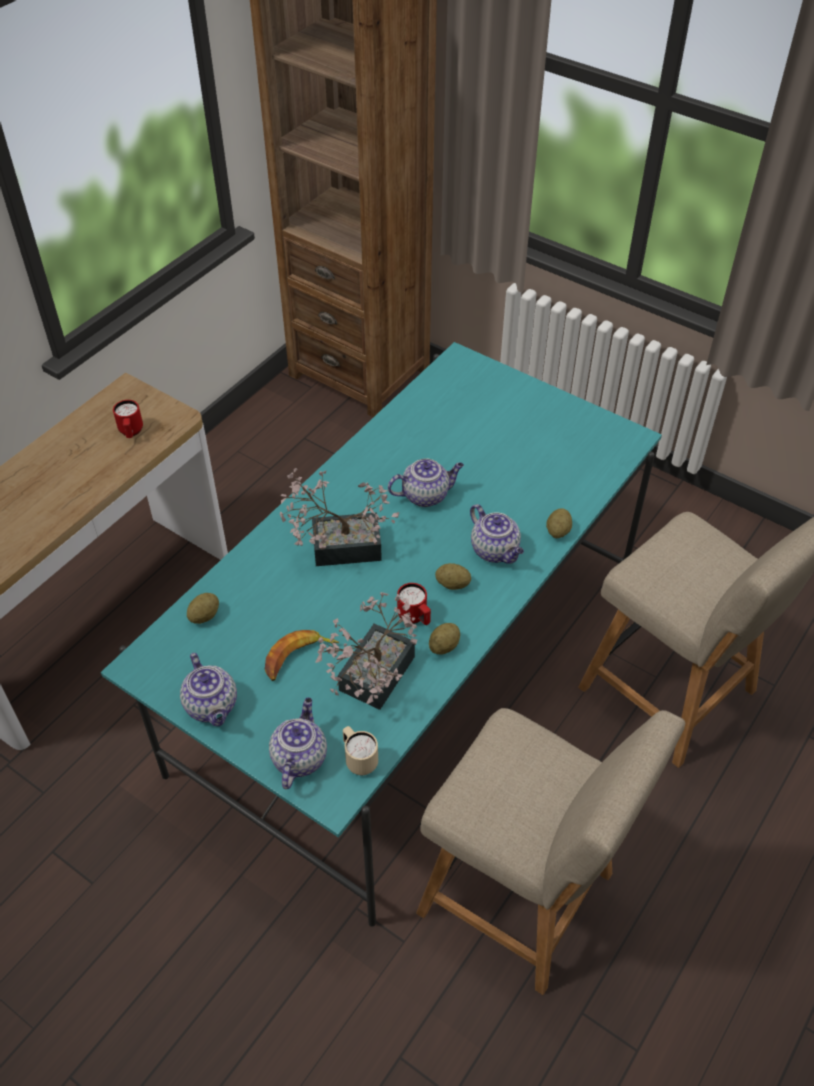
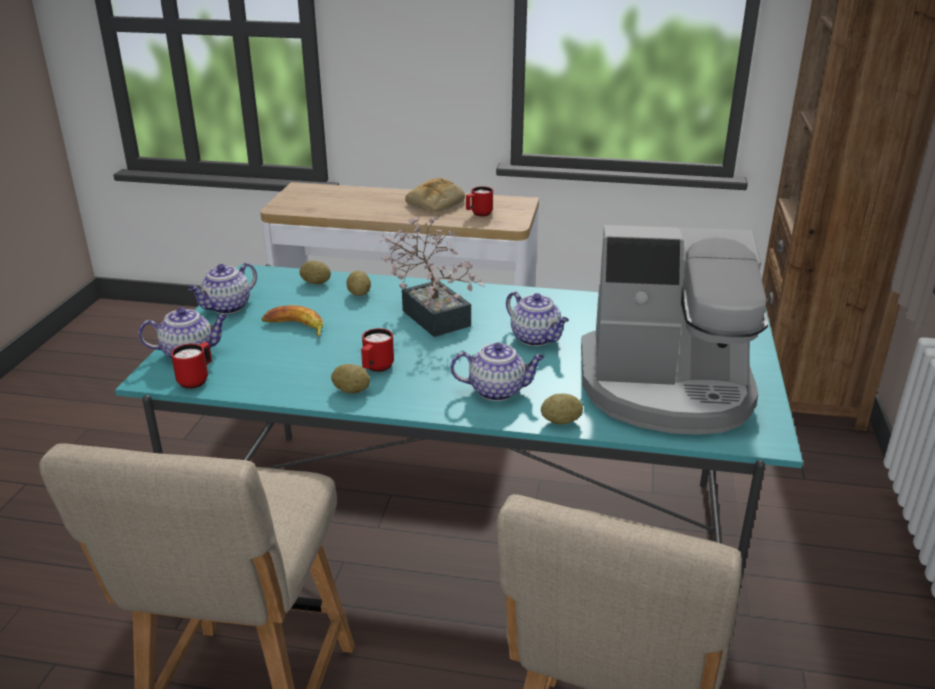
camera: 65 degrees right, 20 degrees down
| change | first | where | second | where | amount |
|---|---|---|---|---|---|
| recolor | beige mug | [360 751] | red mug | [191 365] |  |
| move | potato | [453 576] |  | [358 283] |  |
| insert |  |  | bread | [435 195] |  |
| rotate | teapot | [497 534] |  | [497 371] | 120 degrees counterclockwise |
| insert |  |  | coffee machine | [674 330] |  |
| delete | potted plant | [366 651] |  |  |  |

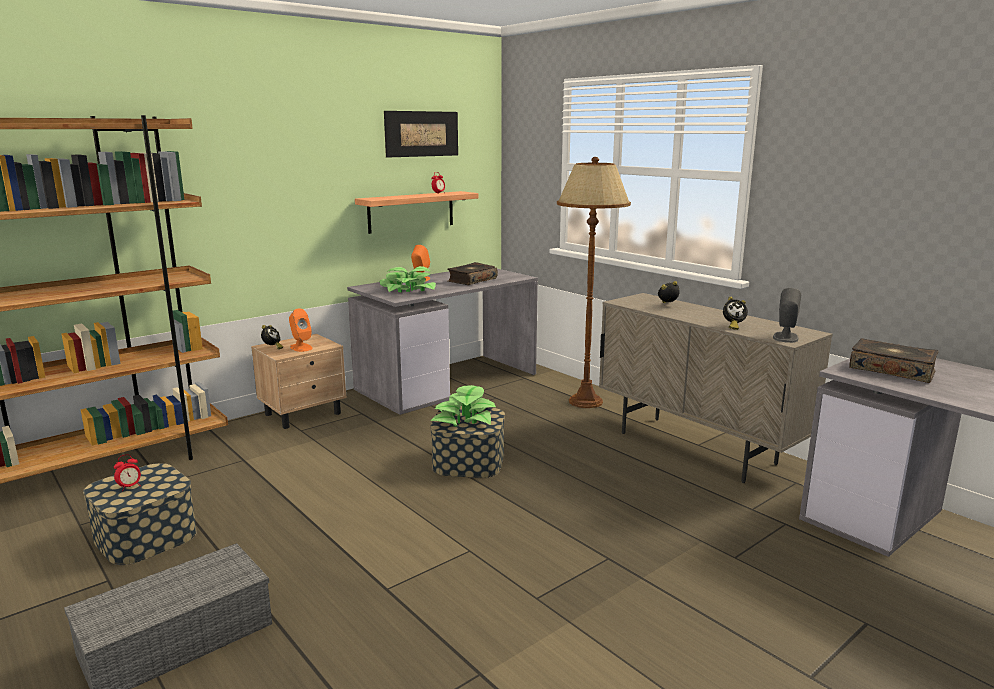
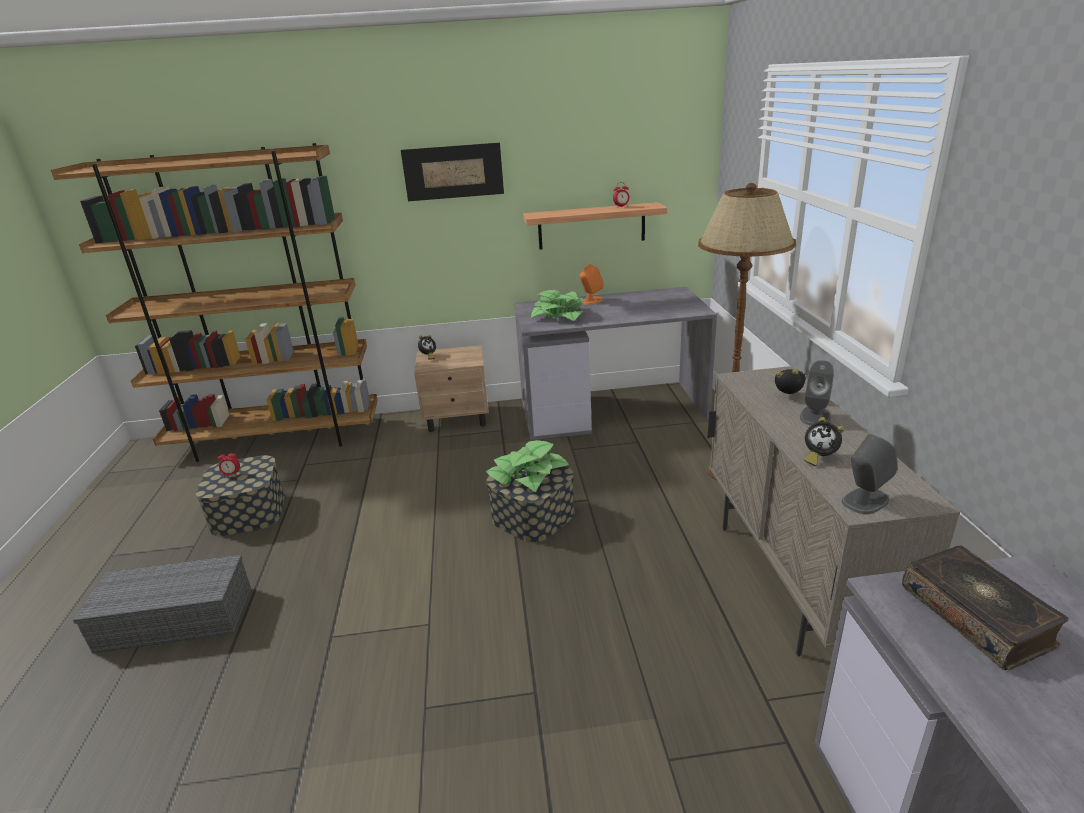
camera: 35 degrees right, 10 degrees up
| change | first | where | second | where | amount |
|---|---|---|---|---|---|
| move | picture | [421 134] |  | [452 172] |  |
| insert |  |  | grey speaker | [817 393] |  |
| delete | orange speaker | [301 330] |  |  |  |
| delete | book | [473 273] |  |  |  |

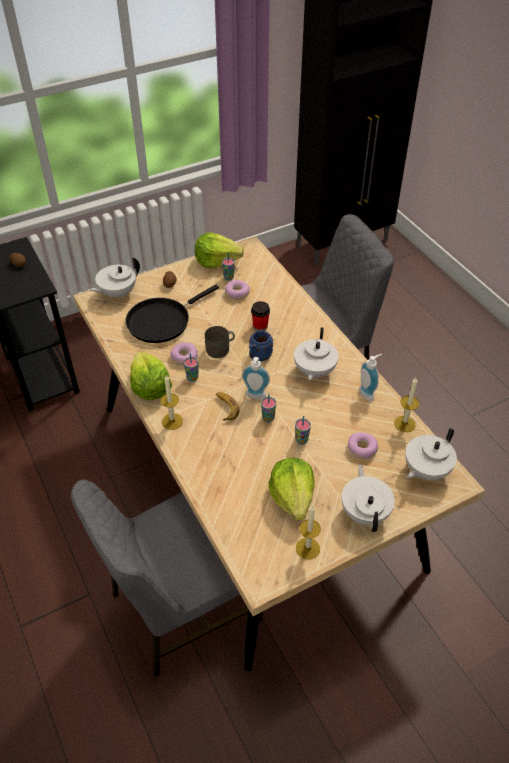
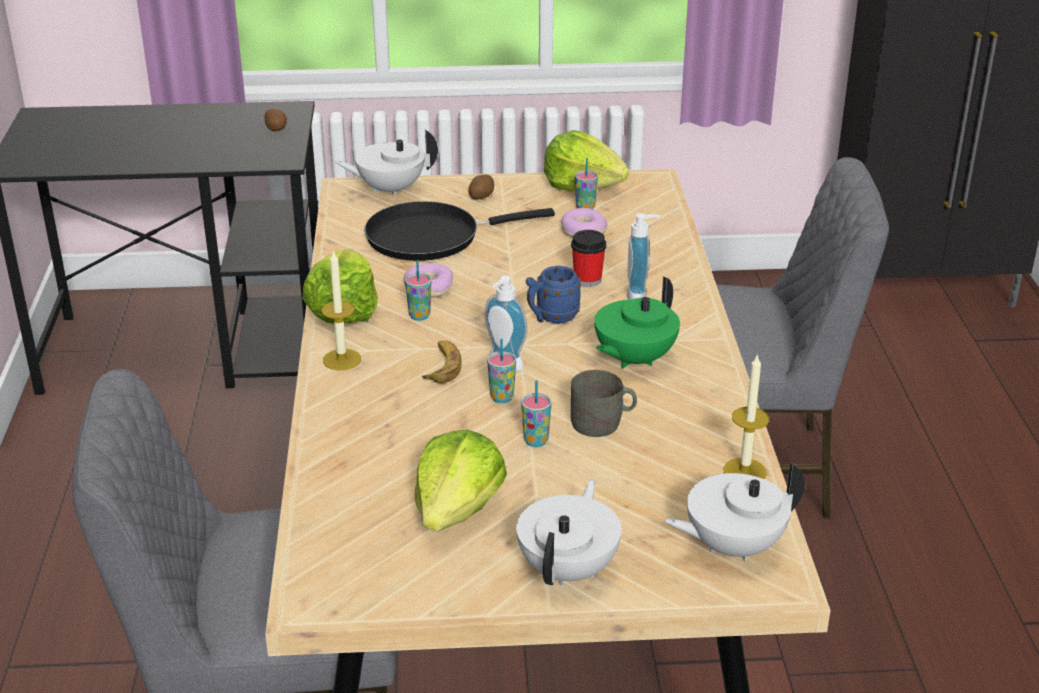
camera: 25 degrees right, 15 degrees down
| change | first | where | second | where | amount |
|---|---|---|---|---|---|
| move | grey mug | [220 342] |  | [604 403] |  |
| recolor | white teapot | [316 353] | green teapot | [637 323] |  |
| move | soap dispenser | [370 377] |  | [643 256] |  |
| delete | candle | [308 532] |  |  |  |
| delete | donut | [363 445] |  |  |  |

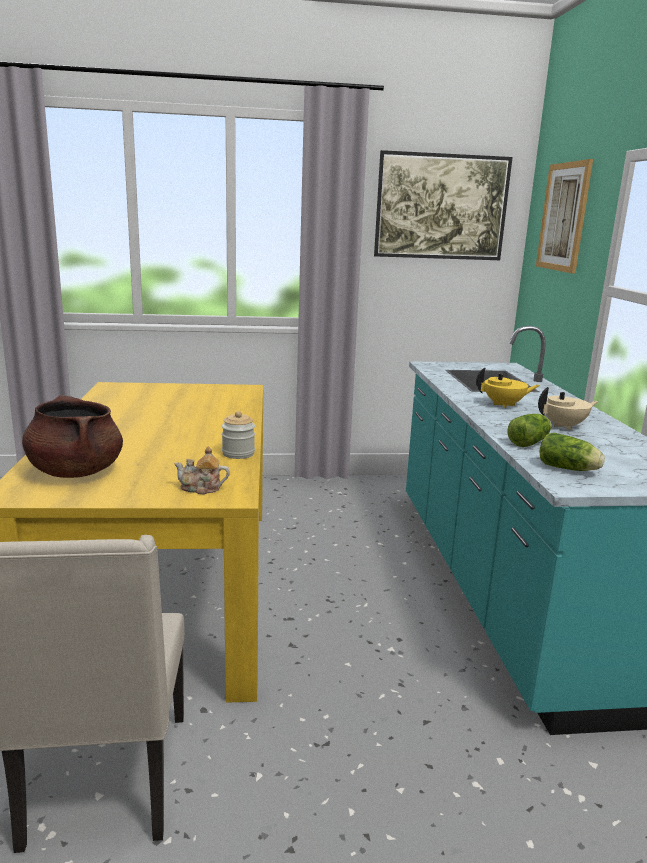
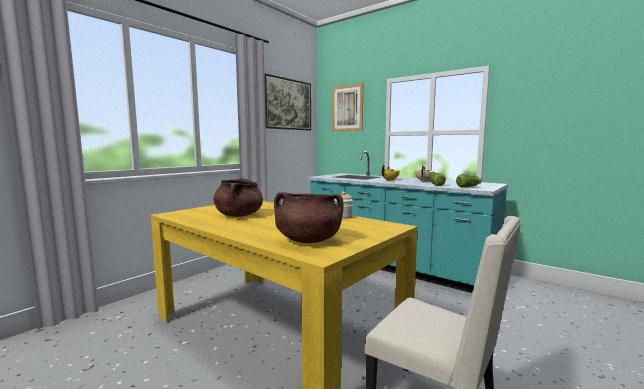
camera: 45 degrees left, 10 degrees down
| change | first | where | second | where | amount |
|---|---|---|---|---|---|
| insert |  |  | brown cooking pot | [238 197] |  |
| delete | teapot | [202 470] |  |  |  |

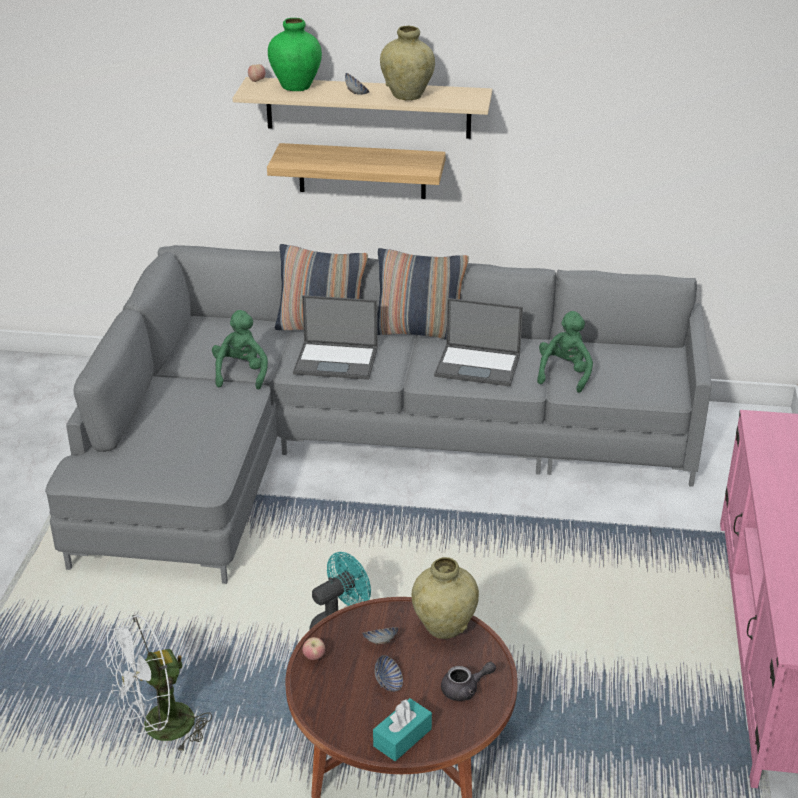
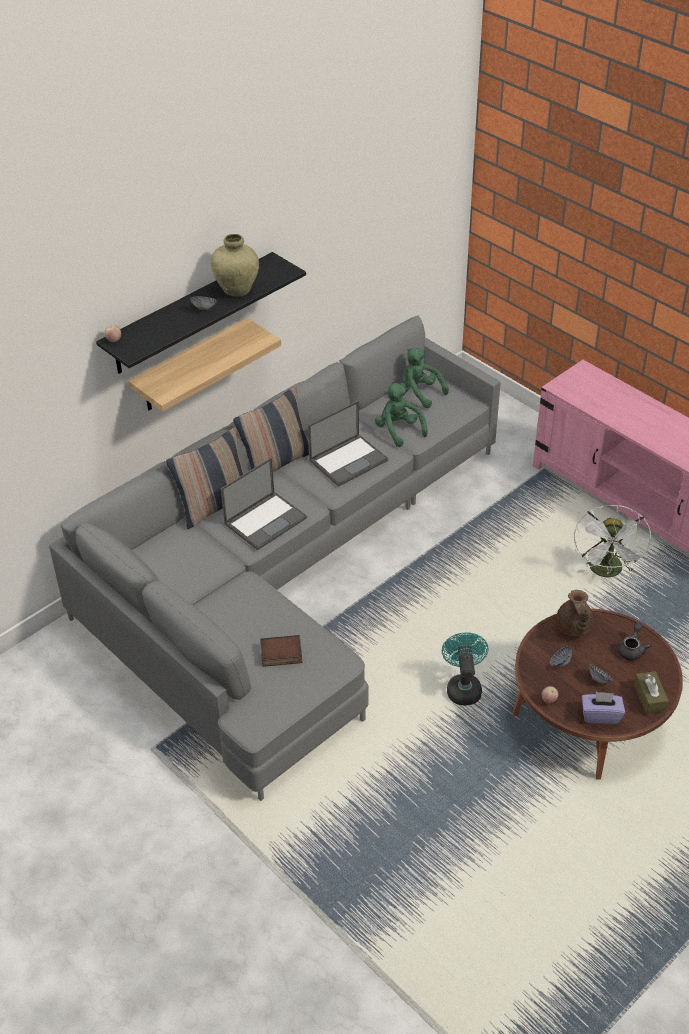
camera: 50 degrees left, 10 degrees up
| change | first | where | second | where | amount |
|---|---|---|---|---|---|
| recolor | beige shelf | [362 108] | black shelf | [201 313] |  |
| insert |  |  | book | [281 651] |  |
| move | green plush toy | [240 349] |  | [424 378] |  |
| replace | beige vase | [445 598] | brown teapot | [574 613] |  |
| move | white fan | [158 684] |  | [612 541] |  |
| insert |  |  | purple tissue box | [603 708] |  |
| recolor | turquoise tissue box | [402 729] | brown tissue box | [651 692] |  |
| delete | green vase | [295 54] |  |  |  |

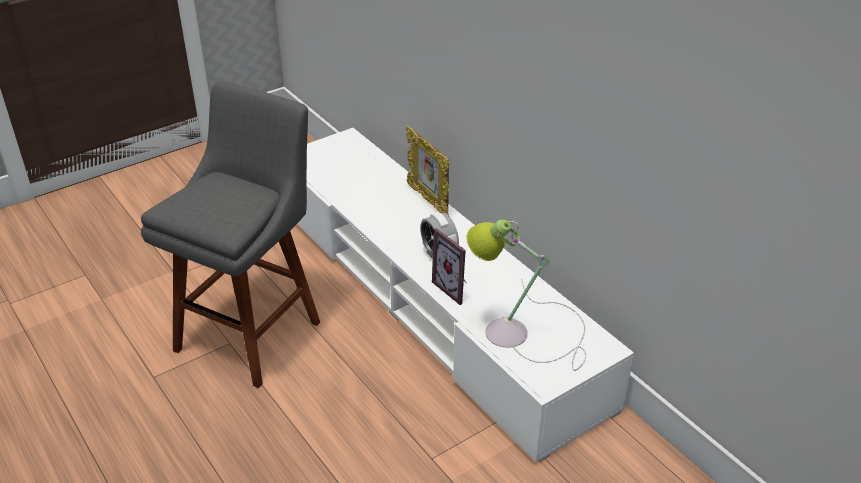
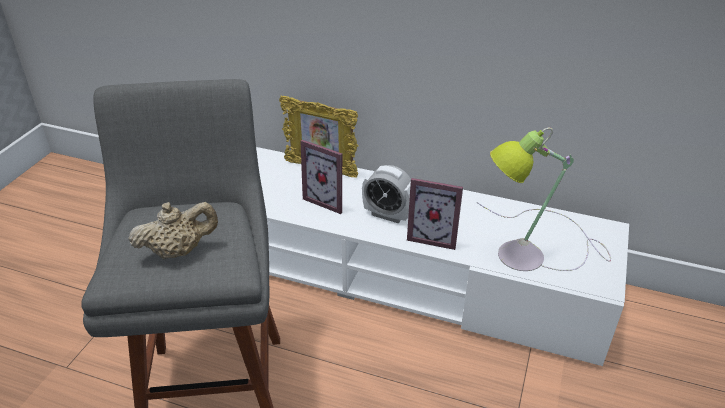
camera: 35 degrees left, 0 degrees up
| change | first | where | second | where | amount |
|---|---|---|---|---|---|
| insert |  |  | beige teapot | [173 230] |  |
| insert |  |  | picture frame | [321 177] |  |

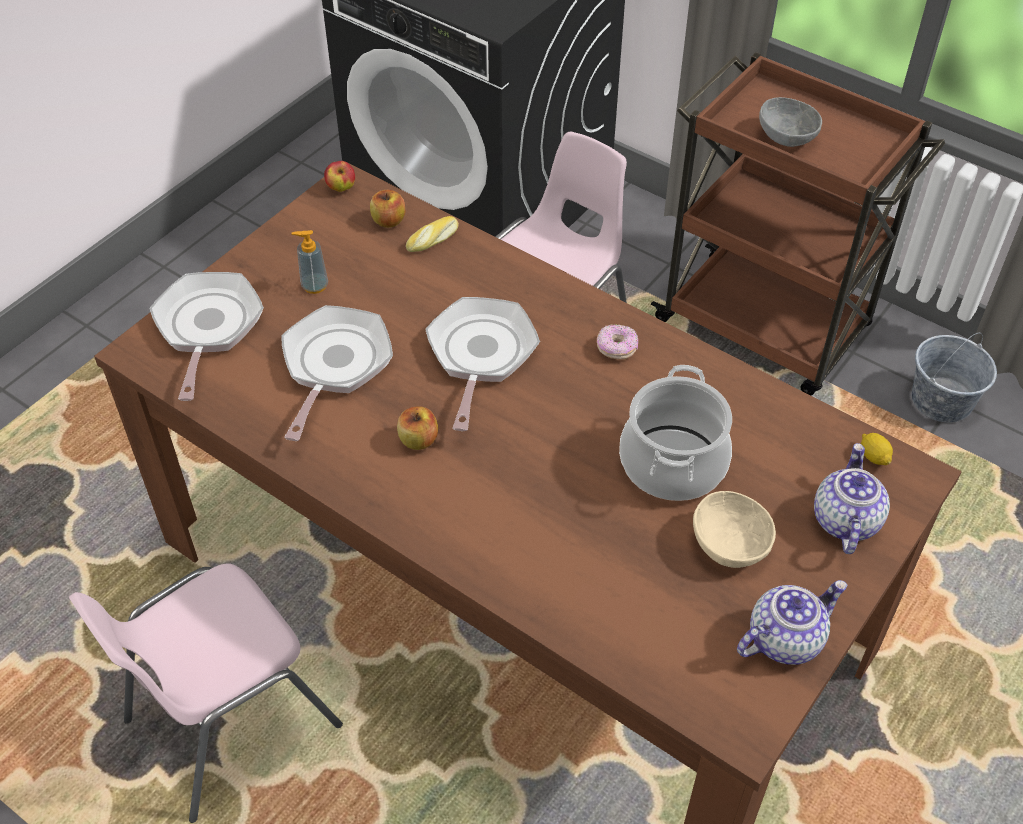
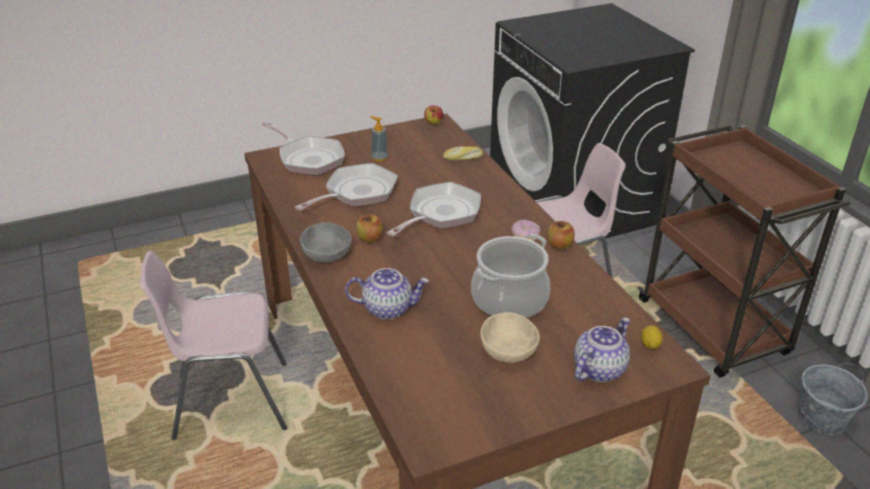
camera: 30 degrees right, 15 degrees down
| change | first | where | second | where | amount |
|---|---|---|---|---|---|
| rotate | frying pan | [206 336] |  | [303 148] | 105 degrees clockwise |
| move | grey bowl | [790 122] |  | [326 242] |  |
| move | teapot | [792 622] |  | [387 294] |  |
| move | apple | [387 209] |  | [561 235] |  |

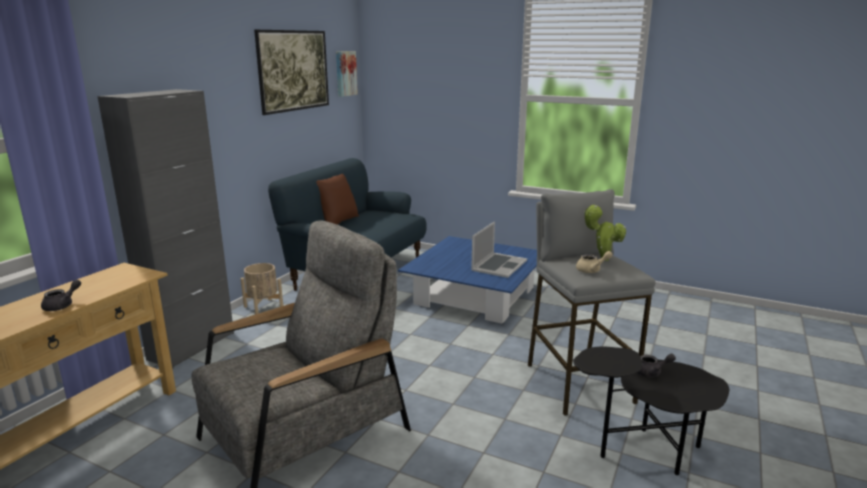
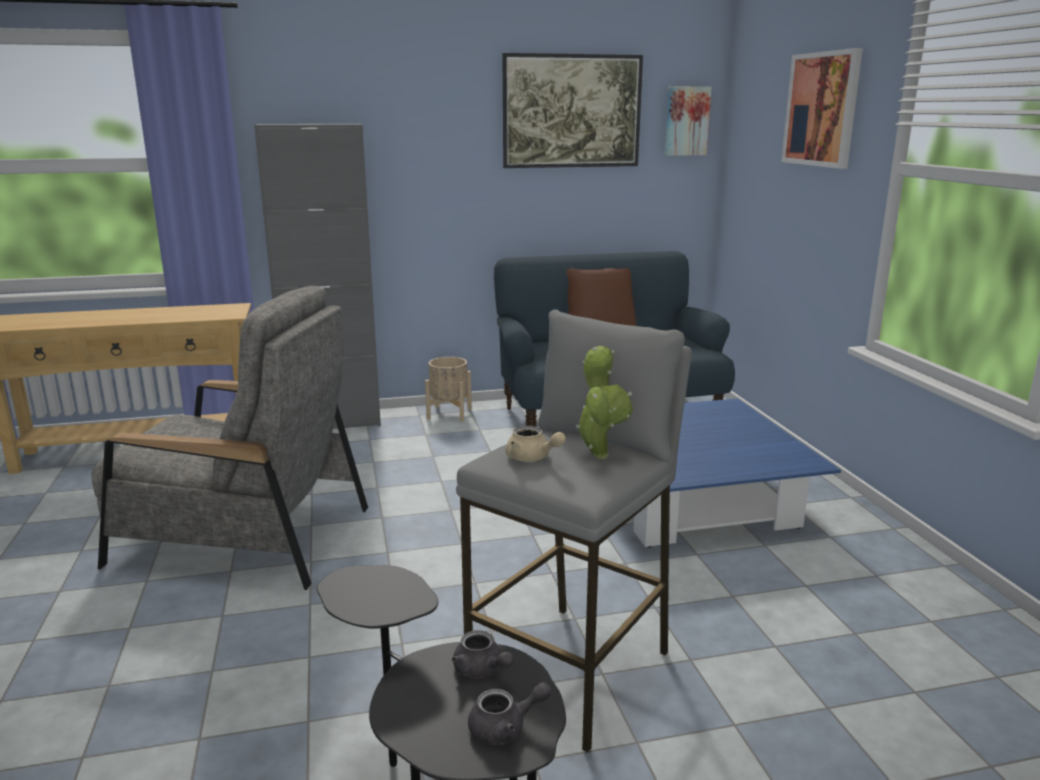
camera: 50 degrees right, 0 degrees up
| change | first | where | second | where | amount |
|---|---|---|---|---|---|
| move | grey teapot | [61 295] |  | [510 713] |  |
| insert |  |  | picture | [822 108] |  |
| delete | laptop | [499 249] |  |  |  |

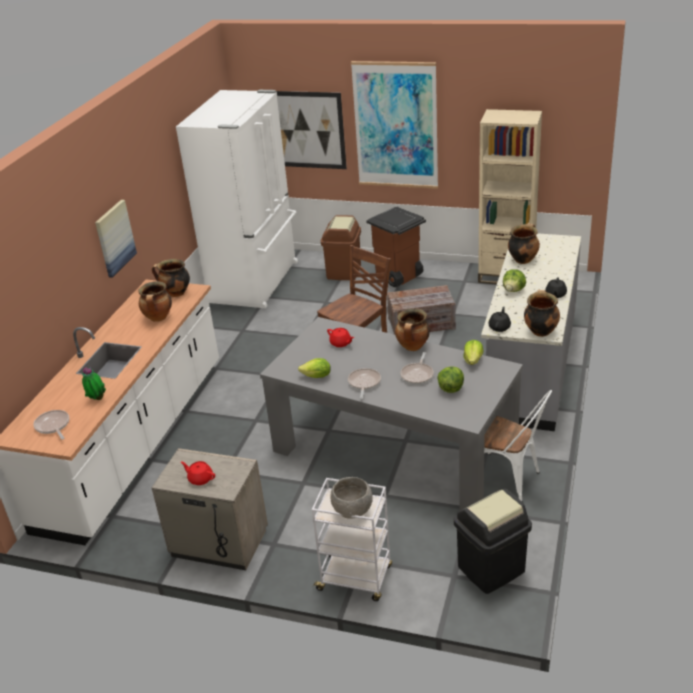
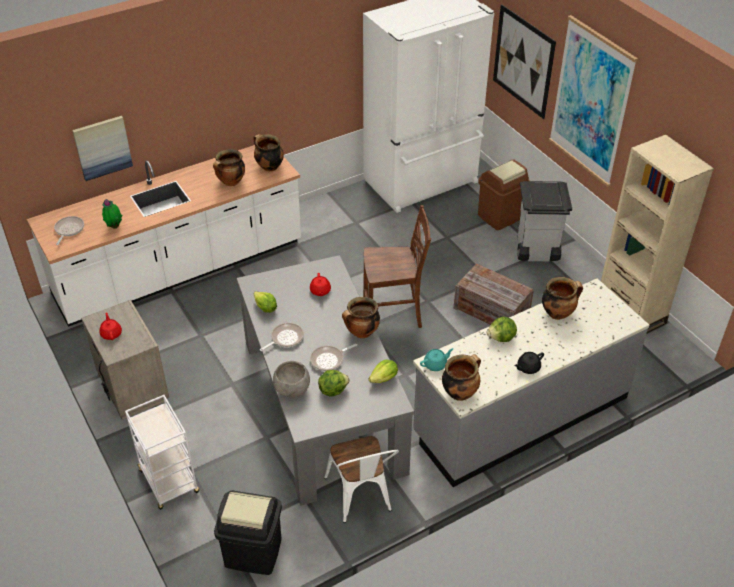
camera: 40 degrees right, 10 degrees up
| change | first | where | second | where | amount |
|---|---|---|---|---|---|
| move | picture | [116 239] |  | [102 148] |  |
| move | grey bowl | [352 498] |  | [291 379] |  |
| recolor | black teapot | [499 319] | turquoise teapot | [436 359] |  |
| recolor | brown trash can | [396 247] | grey trash can | [544 221] |  |

